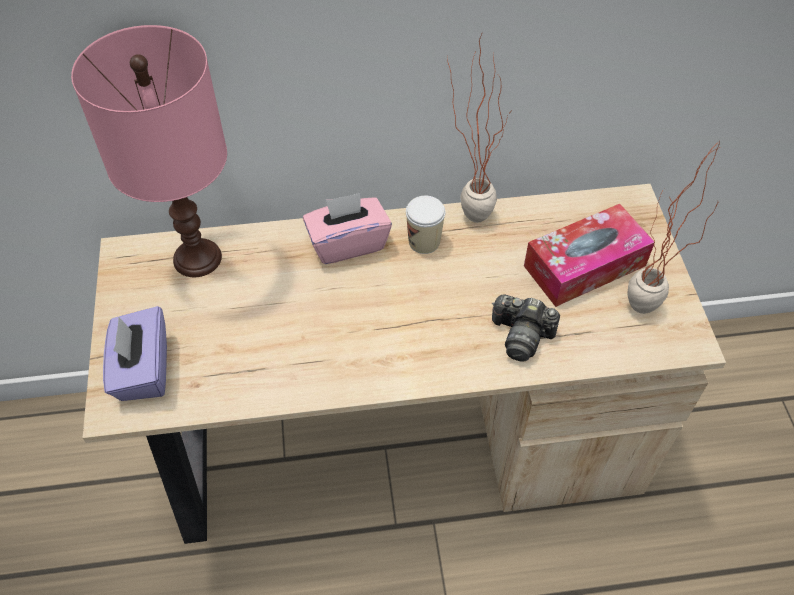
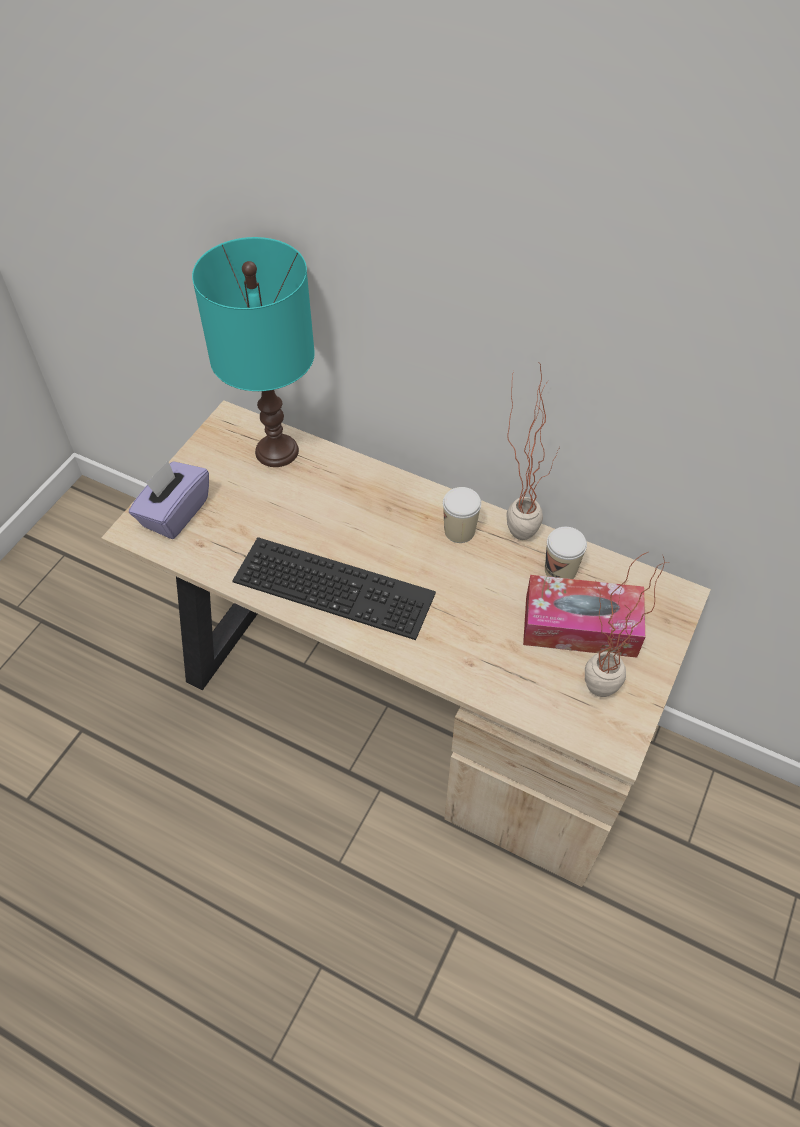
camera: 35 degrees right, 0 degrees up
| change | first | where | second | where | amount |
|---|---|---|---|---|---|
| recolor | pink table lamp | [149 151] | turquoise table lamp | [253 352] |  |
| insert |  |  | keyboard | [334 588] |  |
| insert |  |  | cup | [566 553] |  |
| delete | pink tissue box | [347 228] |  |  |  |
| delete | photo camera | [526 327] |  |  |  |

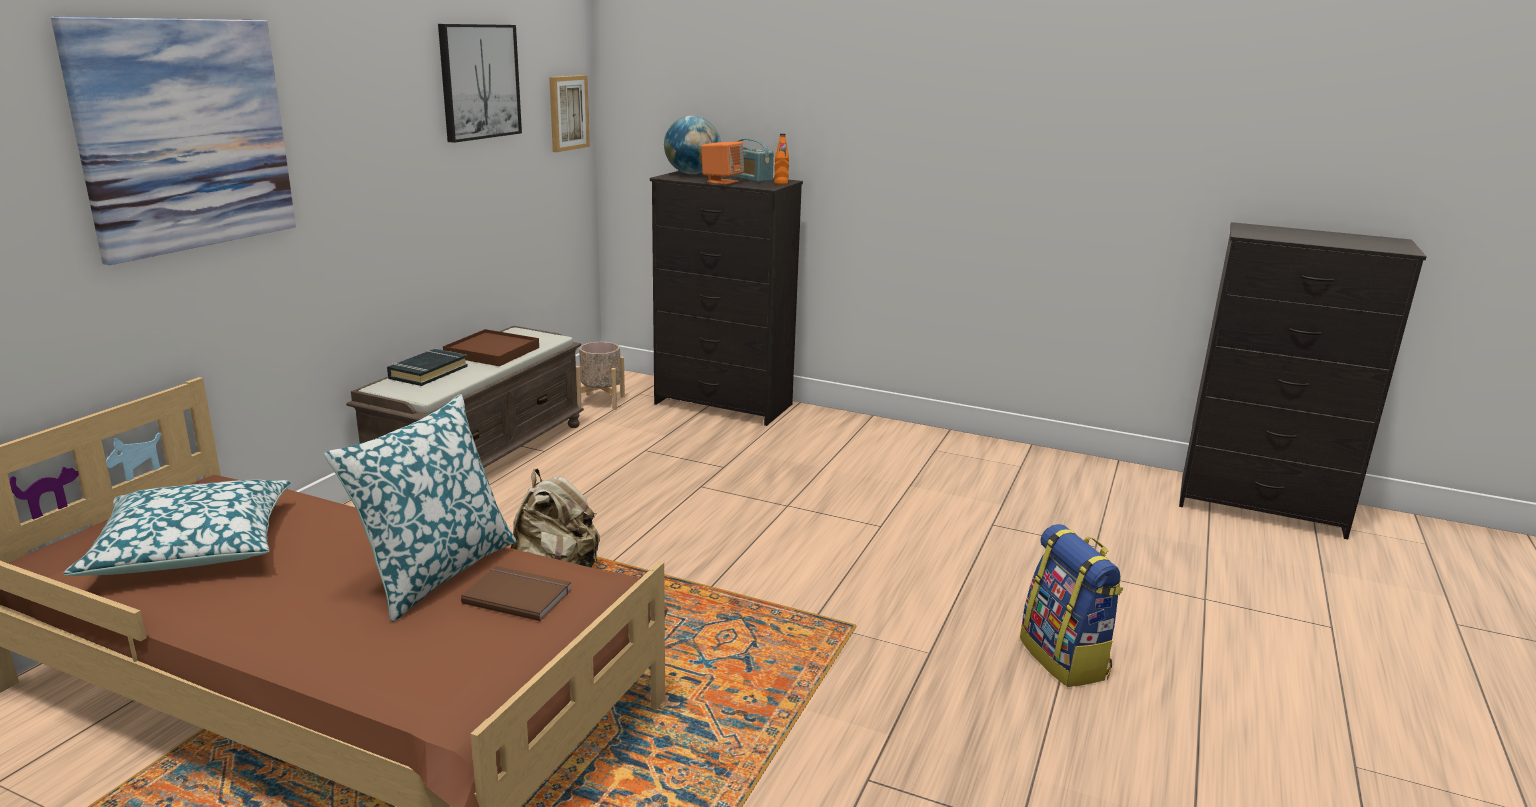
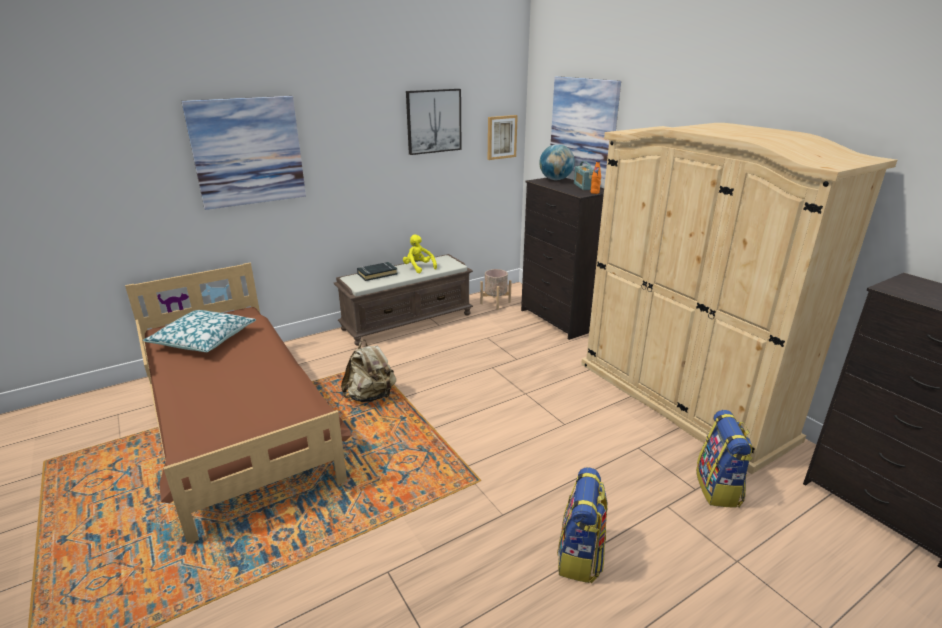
camera: 35 degrees right, 5 degrees up
| change | first | where | second | where | amount |
|---|---|---|---|---|---|
| replace | brown tray | [491 347] | yellow plush toy | [420 253] |  |
| insert |  |  | picture | [585 127] |  |
| insert |  |  | beige wardrobe | [739 298] |  |
| insert |  |  | backpack | [724 459] |  |
| delete | pillow | [420 508] |  |  |  |
| delete | brown book | [516 593] |  |  |  |
| delete | orange speaker | [722 163] |  |  |  |

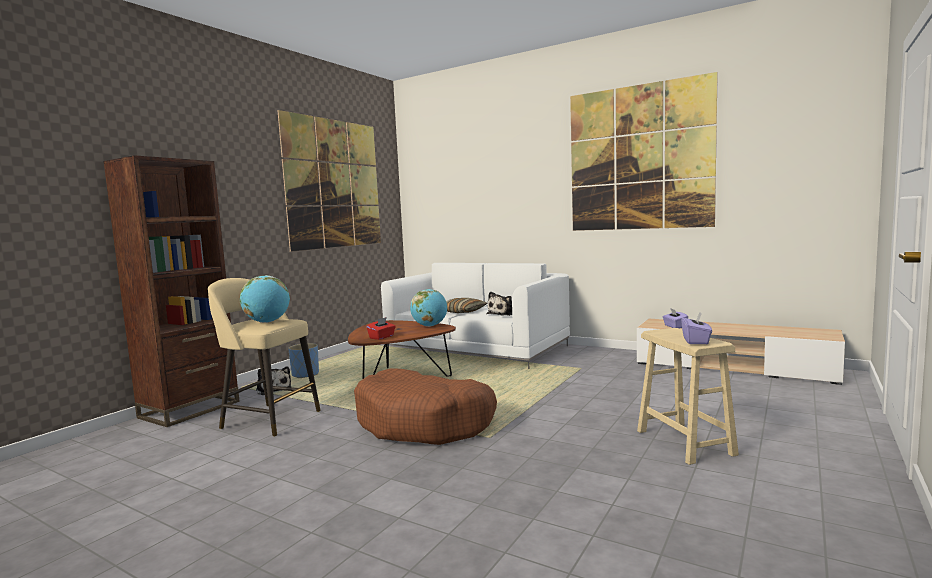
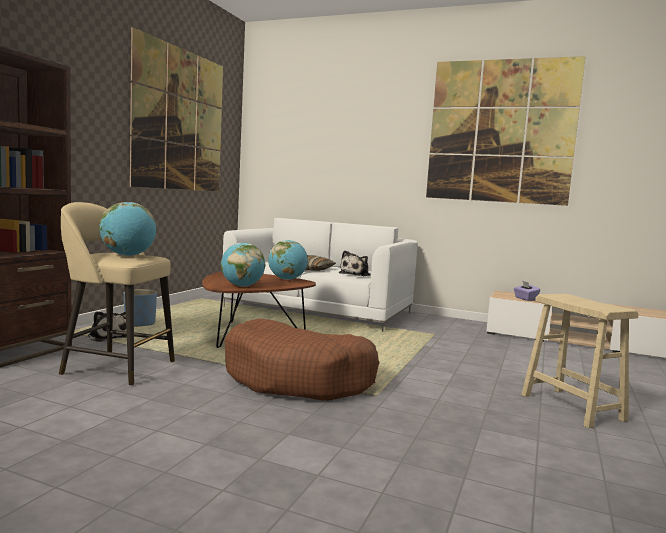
camera: 10 degrees left, 0 degrees up
| change | first | where | second | where | amount |
|---|---|---|---|---|---|
| replace | red tissue box | [381 328] | globe | [243 265] |  |
| delete | purple tissue box | [696 328] |  |  |  |

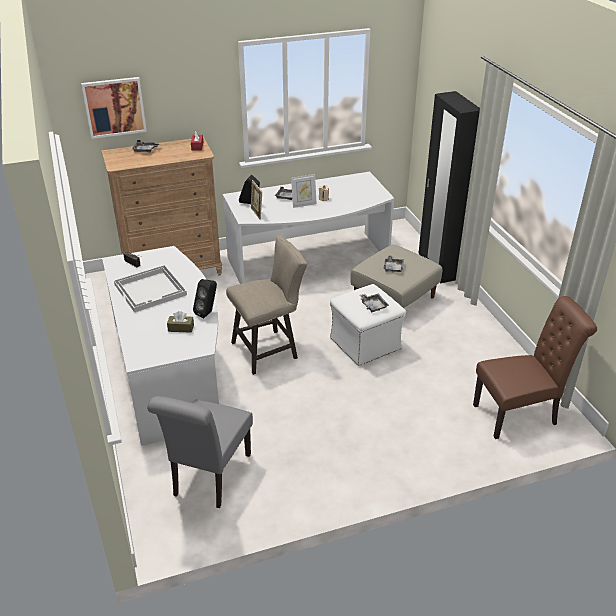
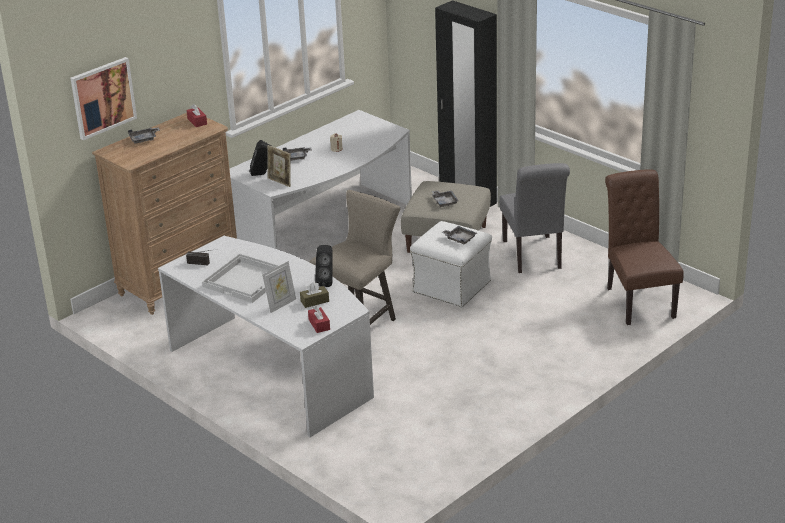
camera: 25 degrees left, 5 degrees down
| change | first | where | second | where | amount |
|---|---|---|---|---|---|
| move | picture frame | [304 191] |  | [279 287] |  |
| insert |  |  | red tissue box | [319 319] |  |
| move | grey chair | [200 452] |  | [534 218] |  |
| rotate | brown chair | [535 367] |  | [644 247] | 60 degrees counterclockwise |

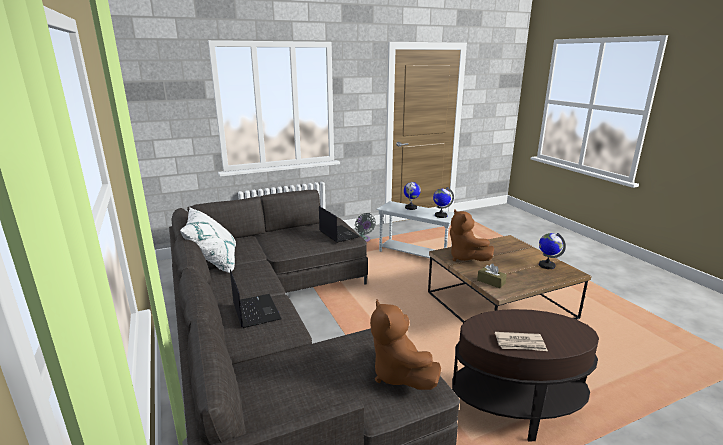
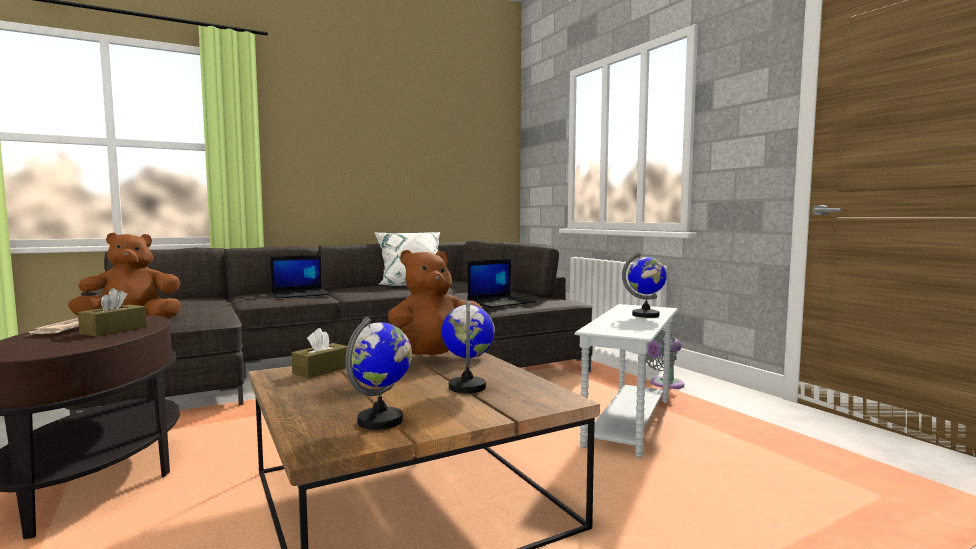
camera: 85 degrees right, 15 degrees down
| change | first | where | second | where | amount |
|---|---|---|---|---|---|
| insert |  |  | brown tissue box | [112 312] |  |
| move | globe | [443 202] |  | [468 346] |  |

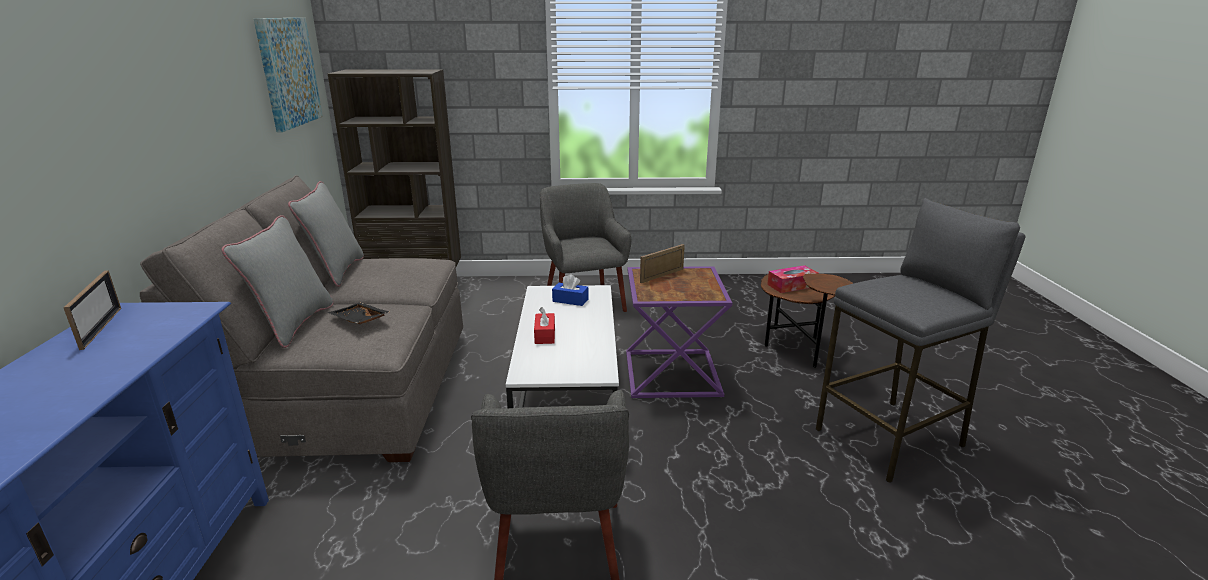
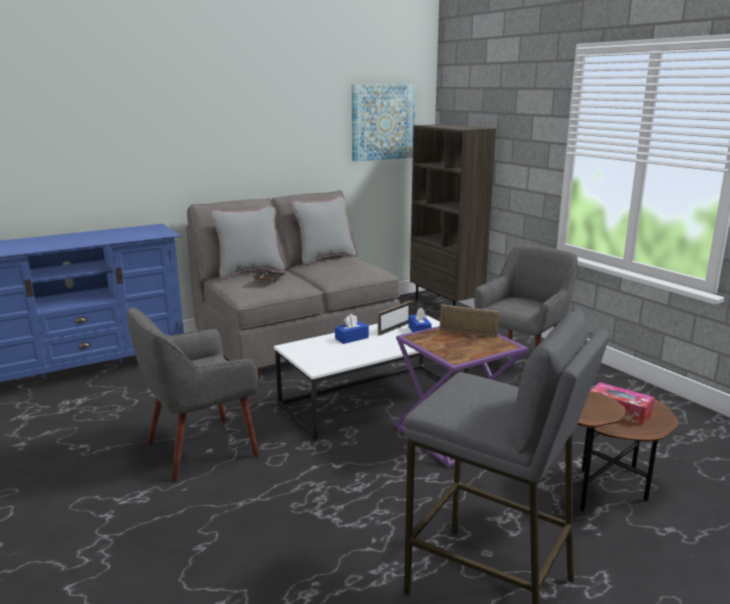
camera: 60 degrees right, 5 degrees down
| change | first | where | second | where | amount |
|---|---|---|---|---|---|
| recolor | red tissue box | [544 325] | blue tissue box | [352 329] |  |
| move | picture frame | [92 310] |  | [395 318] |  |

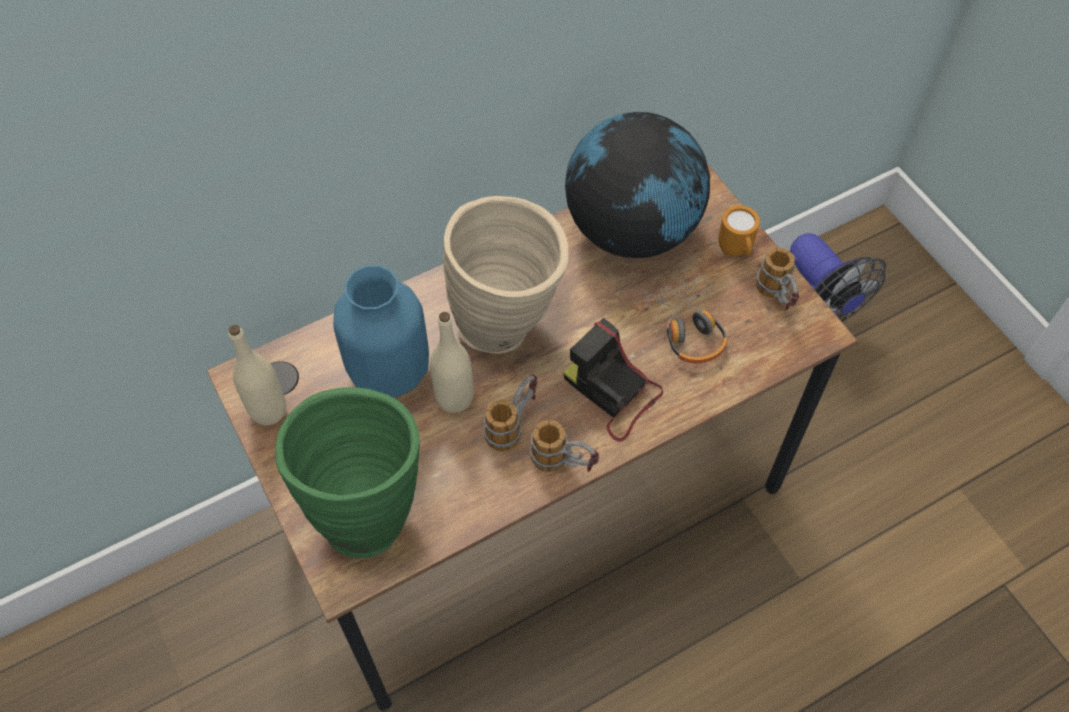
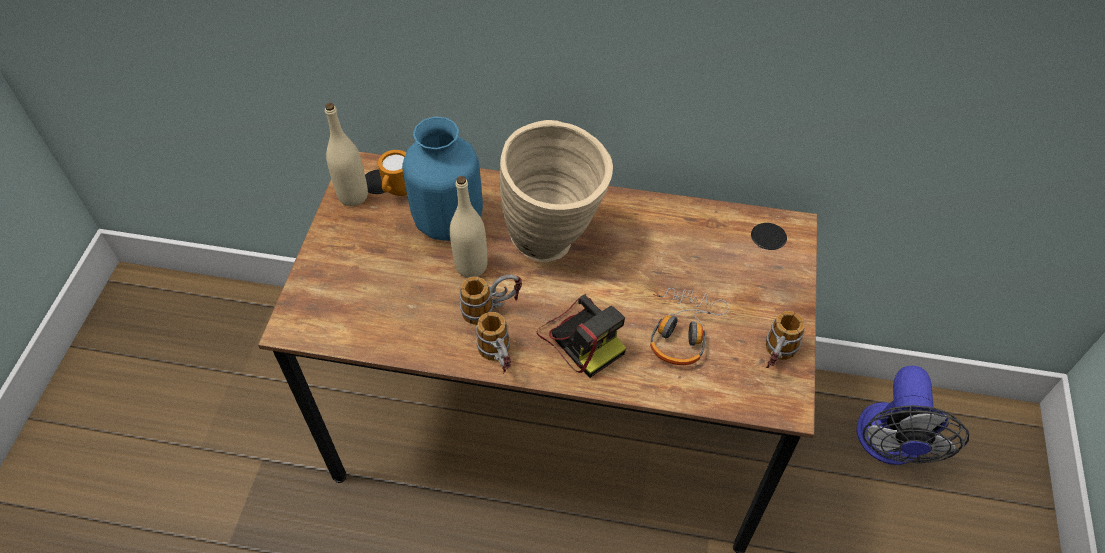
camera: 40 degrees right, 5 degrees down
| change | first | where | second | where | amount |
|---|---|---|---|---|---|
| move | orange mug | [739 230] |  | [392 173] |  |
| rotate | photo camera | [613 380] |  | [581 336] | 150 degrees clockwise |
| delete | green vase | [347 473] |  |  |  |
| delete | globe | [637 185] |  |  |  |

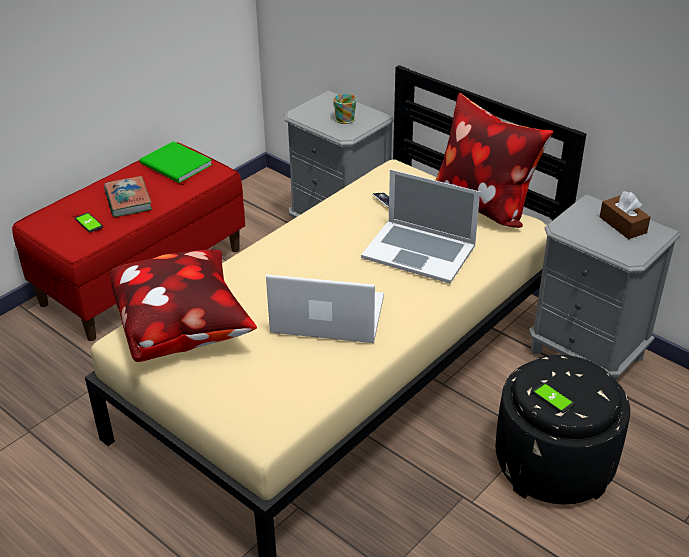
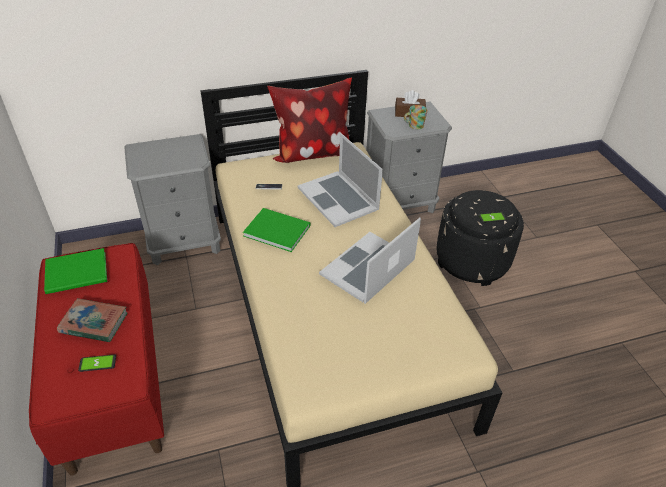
camera: 60 degrees left, 5 degrees up
| change | first | where | second | where | amount |
|---|---|---|---|---|---|
| insert |  |  | green book | [276 230] |  |
| rotate | laptop | [420 226] |  | [340 180] | 90 degrees clockwise |
| move | mug | [345 109] |  | [416 117] |  |
| delete | pillow | [183 305] |  |  |  |

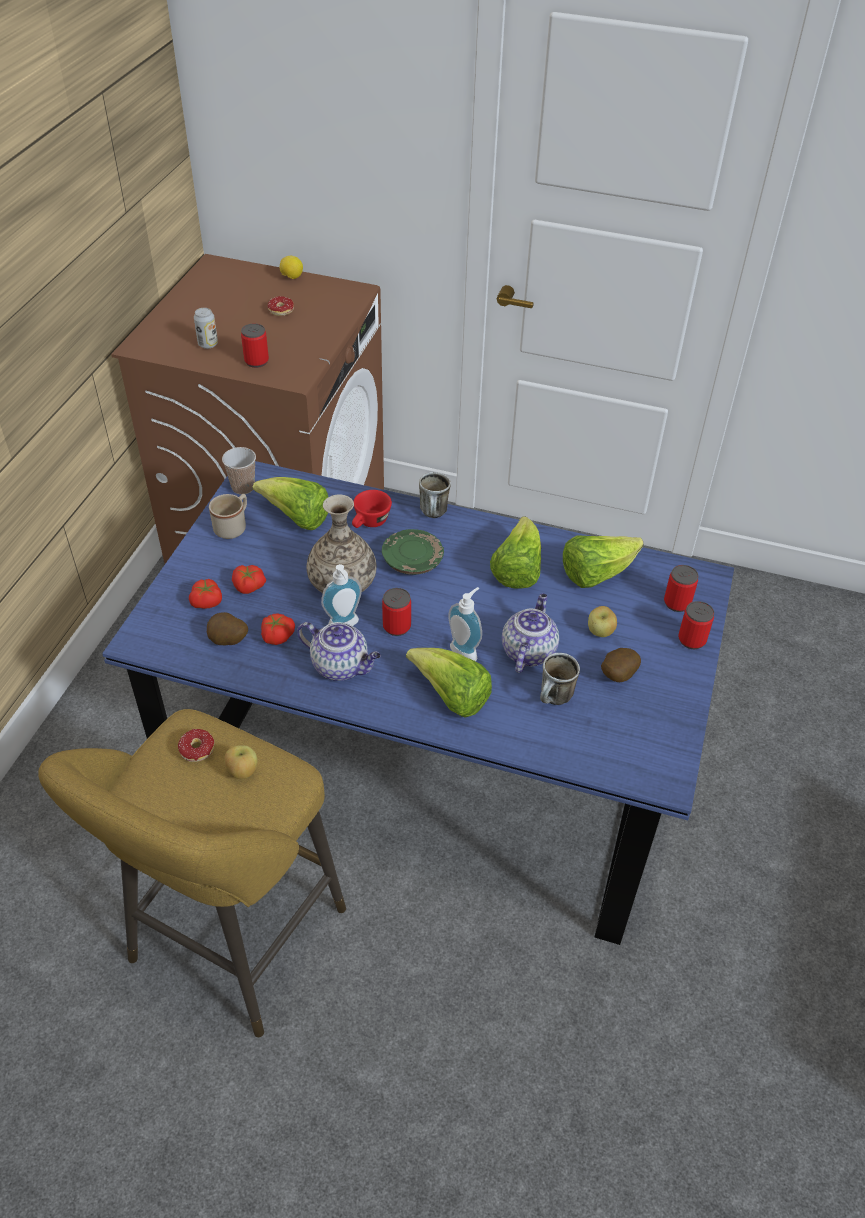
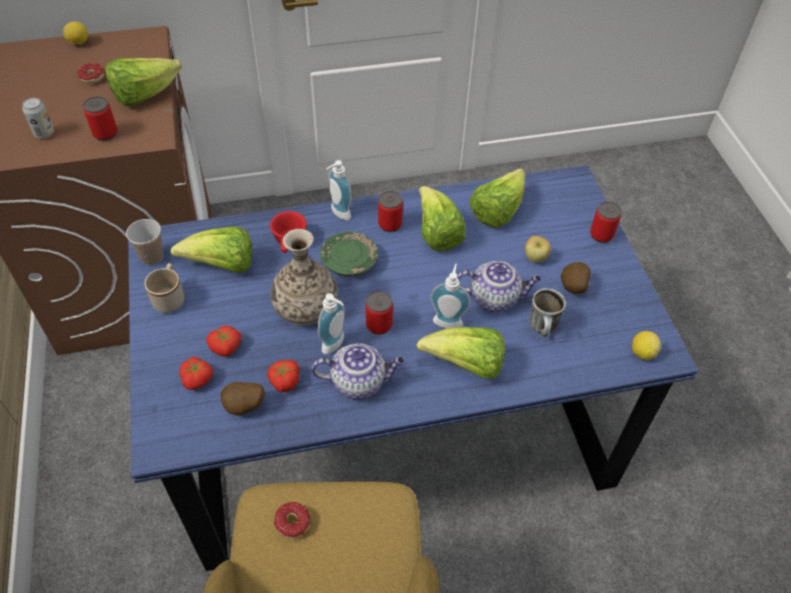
camera: 30 degrees left, 5 degrees up
| change | first | where | second | where | amount |
|---|---|---|---|---|---|
| insert |  |  | lettuce | [143 82] |  |
| replace | mug | [435 495] | soap dispenser | [338 190] |  |
| move | can | [681 588] |  | [390 211] |  |
| rotate | teapot | [530 633] |  | [499 286] | 105 degrees clockwise |
| insert |  |  | lemon | [646 345] |  |
| delete | apple | [240 762] |  |  |  |

